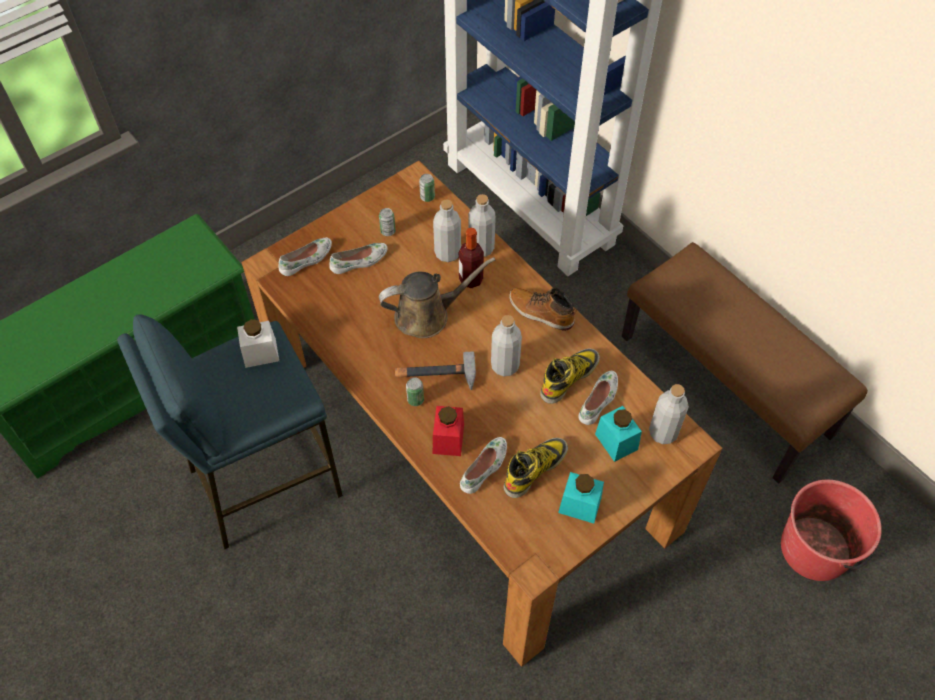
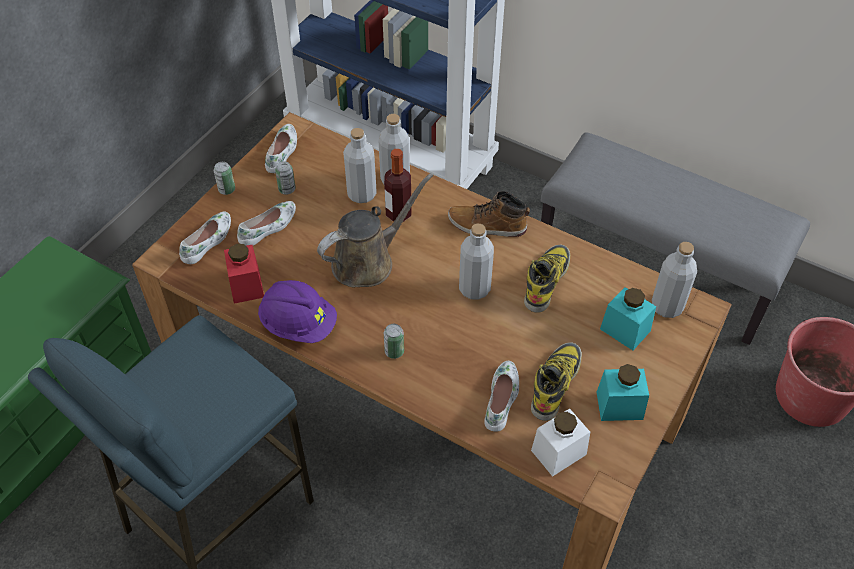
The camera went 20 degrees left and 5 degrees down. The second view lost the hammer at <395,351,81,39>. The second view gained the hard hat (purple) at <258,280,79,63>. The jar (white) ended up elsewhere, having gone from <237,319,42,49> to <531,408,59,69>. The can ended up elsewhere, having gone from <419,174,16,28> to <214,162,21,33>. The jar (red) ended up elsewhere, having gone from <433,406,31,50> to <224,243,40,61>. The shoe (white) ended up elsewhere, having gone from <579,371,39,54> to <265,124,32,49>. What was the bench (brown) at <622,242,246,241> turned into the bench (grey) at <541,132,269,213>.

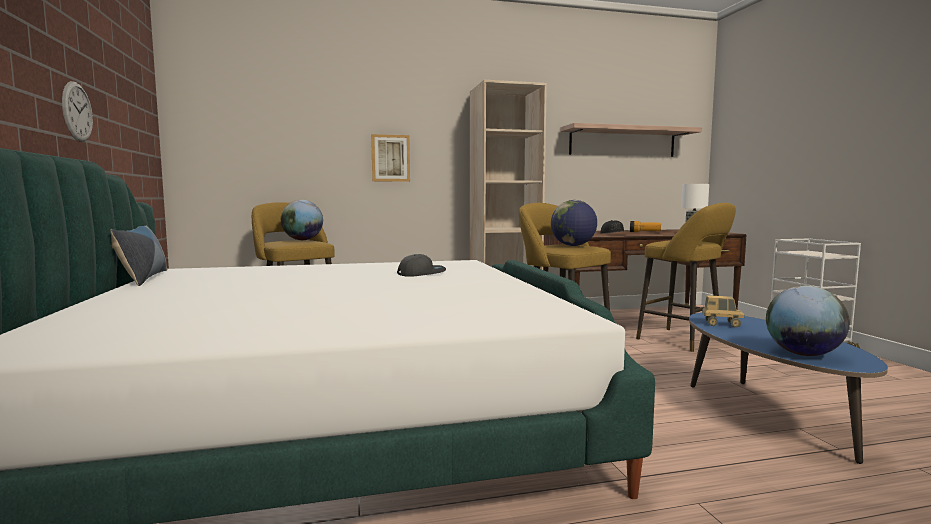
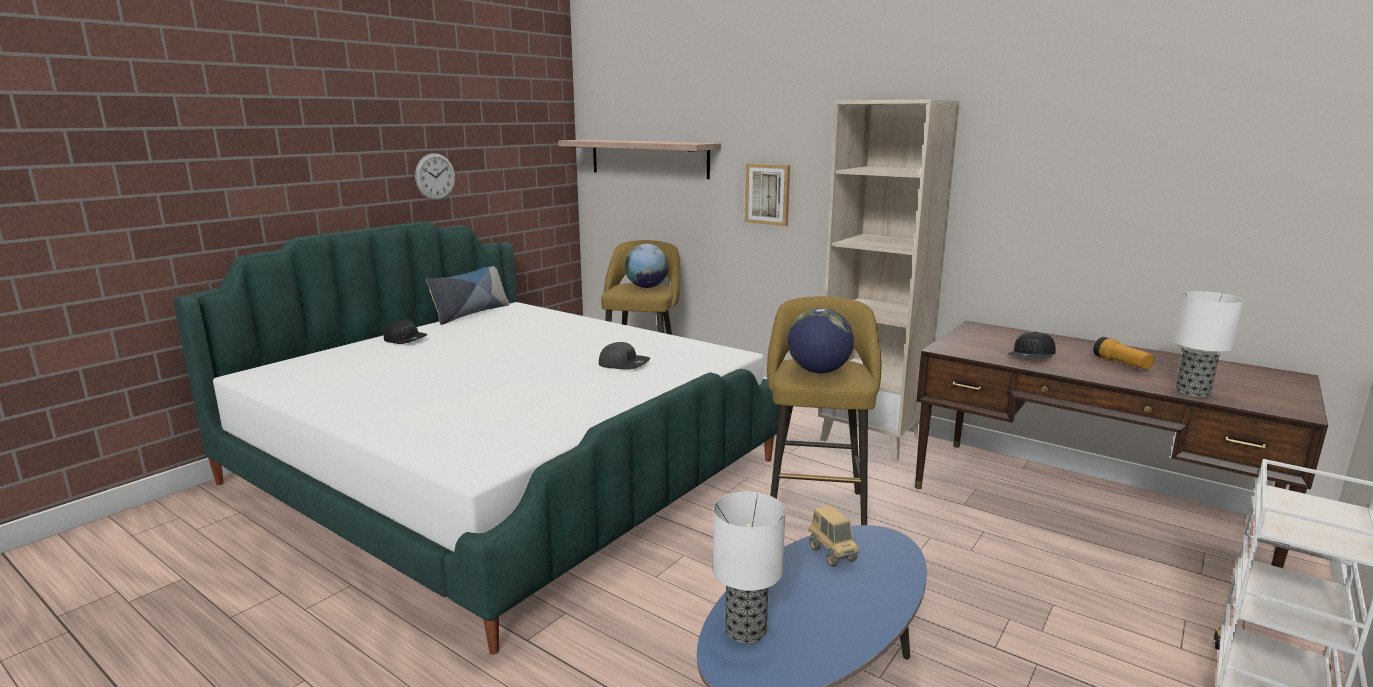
The camera went 50 degrees right and 10 degrees up. The second view lost the stool (yellow) at <636,203,100,149>. The second view gained the cap (black) at <384,320,43,24>. The shelf ended up elsewhere, having gone from <560,123,142,34> to <558,140,163,39>. Where the globe stood at <766,286,84,70>, the table lamp came to stand at <713,492,72,152>.

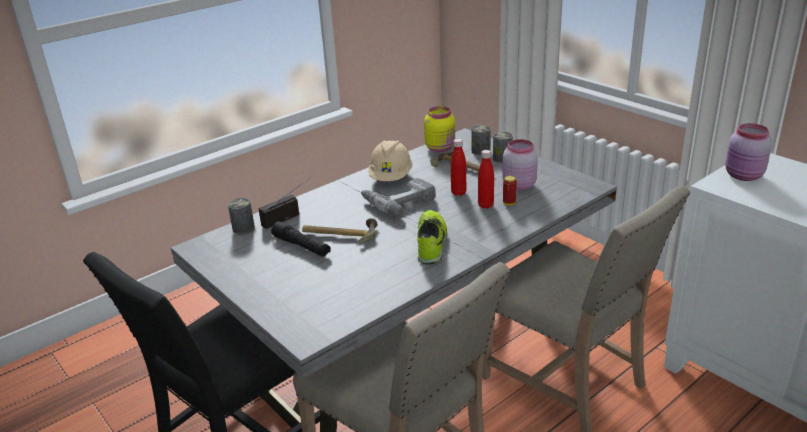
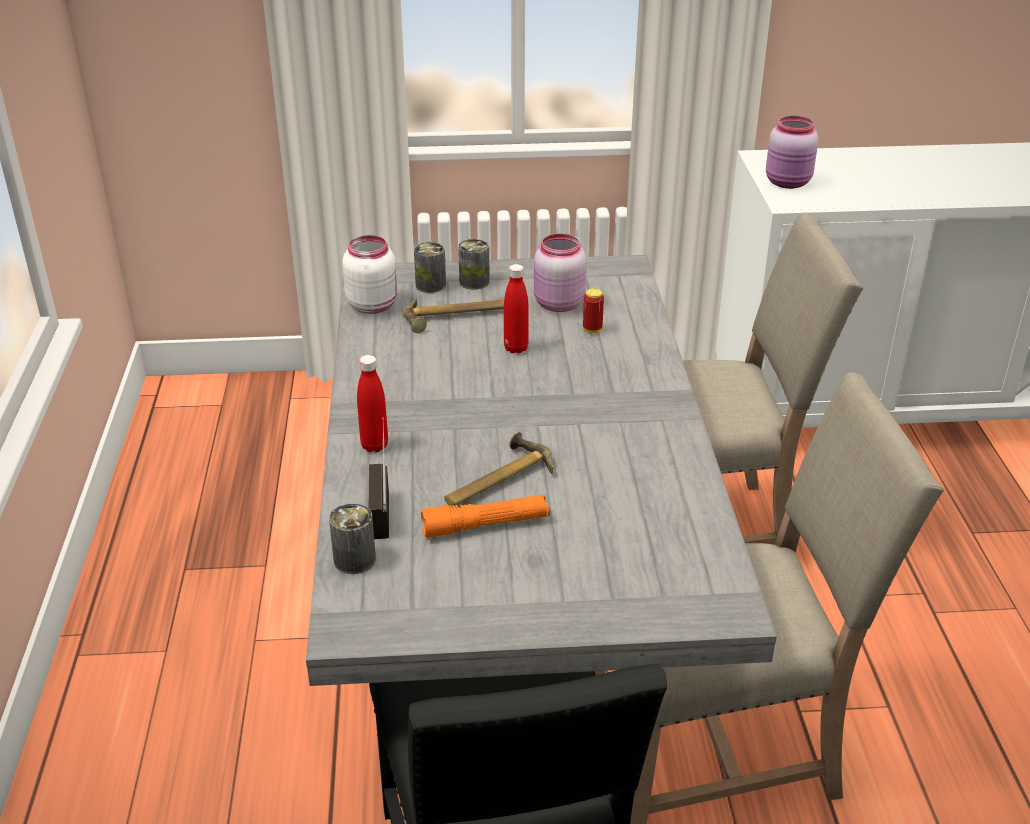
The camera went 55 degrees left and 5 degrees up. The second view lost the power drill at <361,178,75,39>. The second view lost the hard hat (beige) at <368,140,45,41>. The second view lost the shoe at <417,210,30,54>. The bottle (red) ended up elsewhere, having gone from <478,150,16,59> to <357,355,31,97>. What was the flashlight (black) at <271,221,60,36> turned into the flashlight (orange) at <421,495,129,43>. What was the jar (yellow) at <424,106,31,46> turned into the jar (white) at <342,235,55,79>.

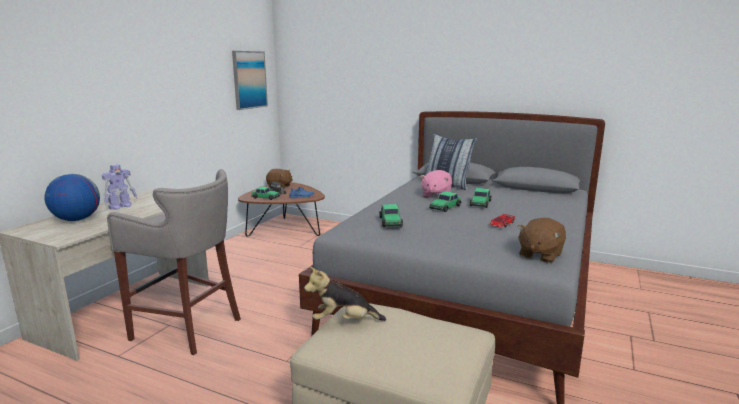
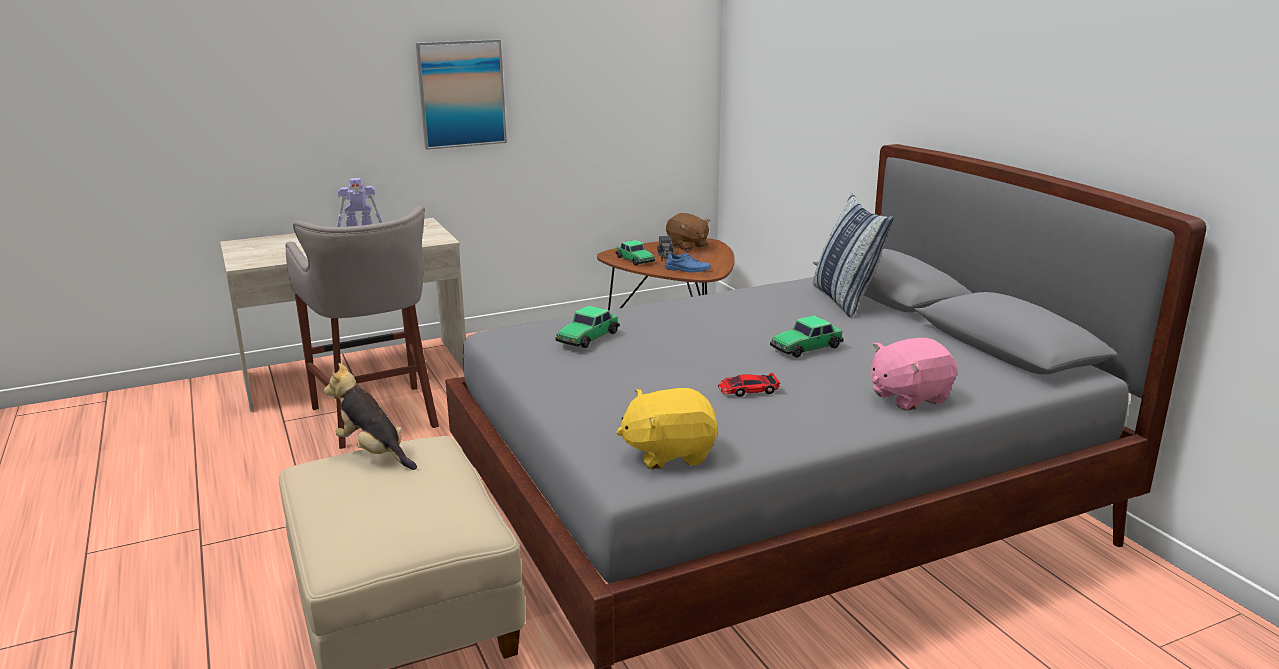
The camera went 40 degrees right and 5 degrees up. The second view lost the globe at <44,174,56,47>. The second view lost the toy car at <429,191,32,21>. The picture ended up elsewhere, having gone from <232,51,36,59> to <416,39,91,111>. The plush toy (pink) ended up elsewhere, having gone from <420,170,32,29> to <871,338,86,73>. What was the plush toy (brown) at <517,218,49,45> turned into the plush toy (yellow) at <616,388,101,81>.

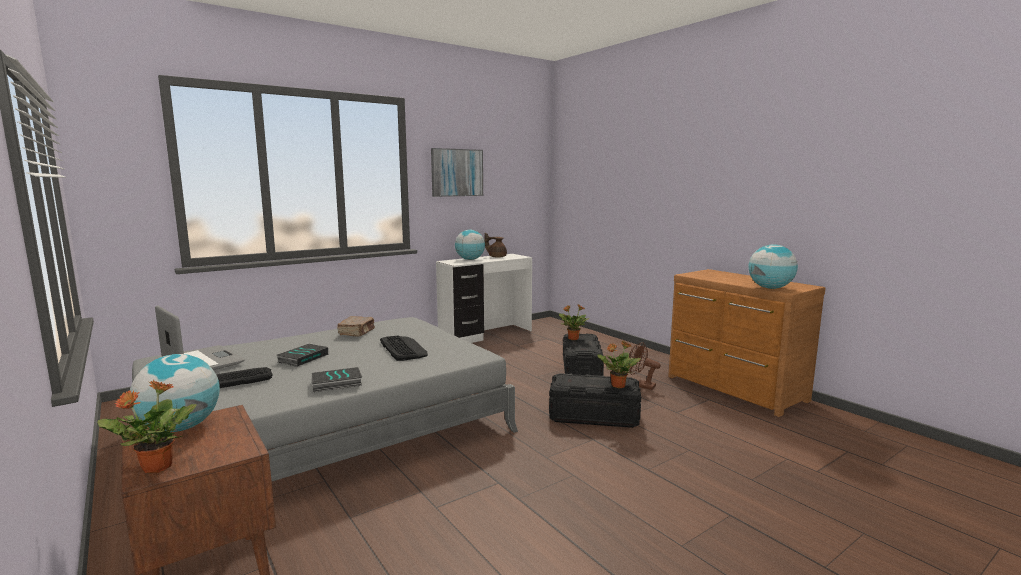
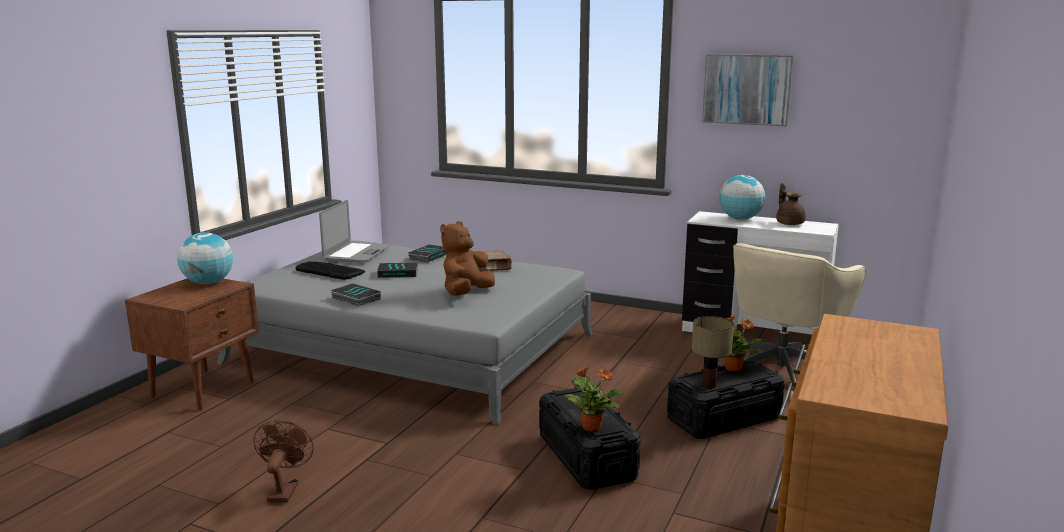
The camera went 60 degrees right and 5 degrees up. The second view lost the potted plant at <97,380,100,93>. The second view lost the globe at <749,244,49,45>. The second view gained the book at <408,244,39,18>. The second view gained the table lamp at <692,316,42,73>. The second view gained the office chair (beige) at <733,243,133,158>. The fan (brown) ended up elsewhere, having gone from <629,342,32,48> to <253,420,60,83>. Where the keyboard stood at <380,336,48,25>, the plush toy (brown) came to stand at <440,221,55,75>.

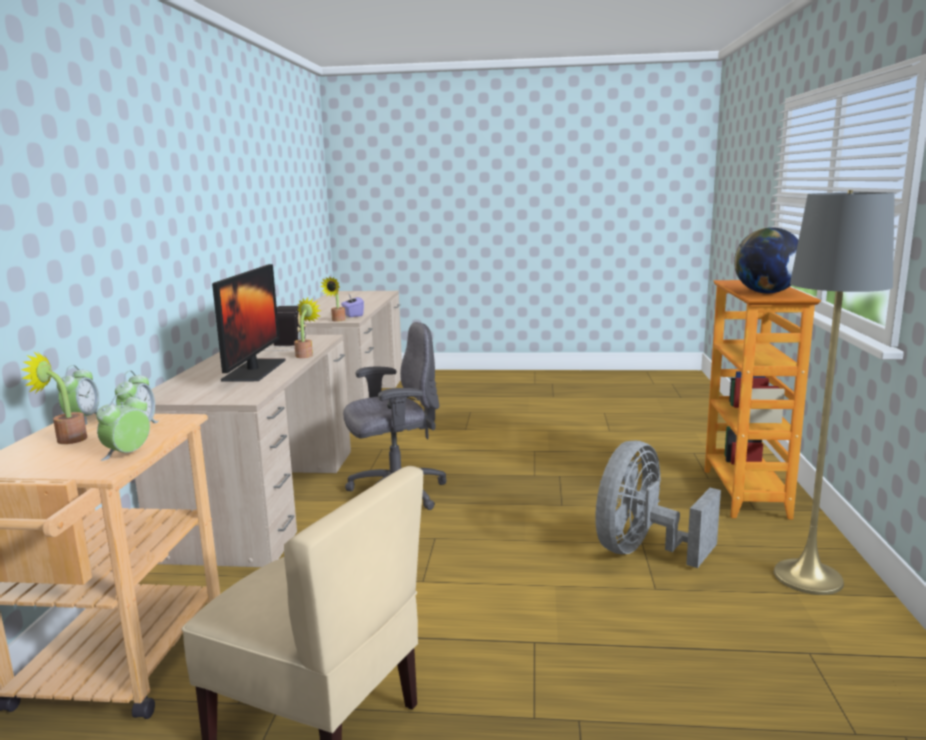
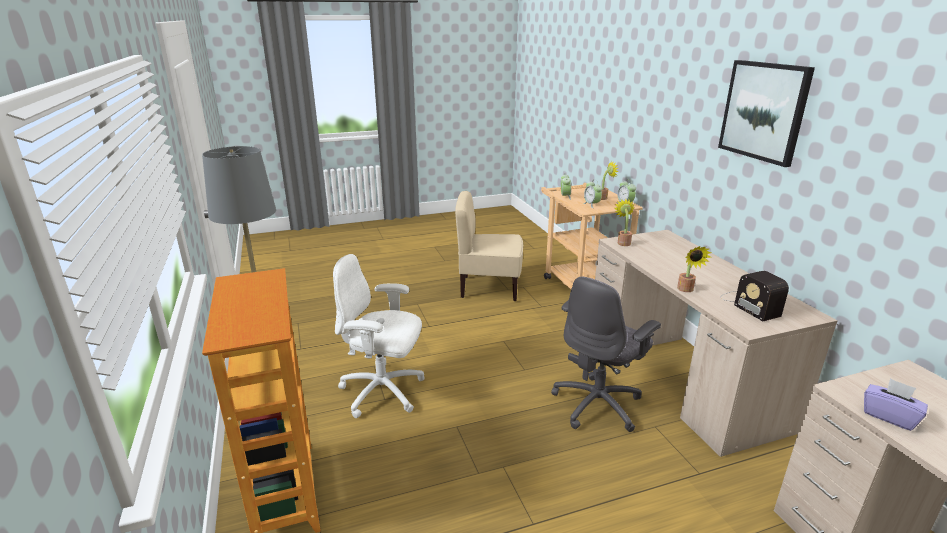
The camera went 155 degrees right and 10 degrees up. The second view lost the monitor at <212,264,74,117>. The second view lost the globe at <734,227,64,66>. The second view gained the picture at <718,60,97,107>. The potted plant ended up elsewhere, having gone from <320,276,26,46> to <614,199,21,47>. Where the fan (grey) stood at <595,441,126,127>, the office chair (white) came to stand at <333,254,92,164>.

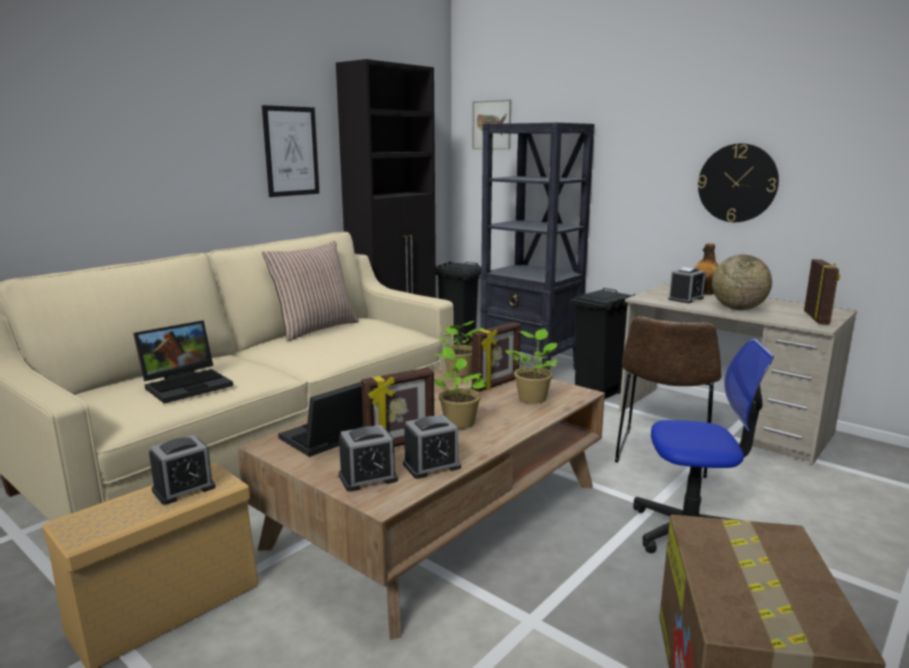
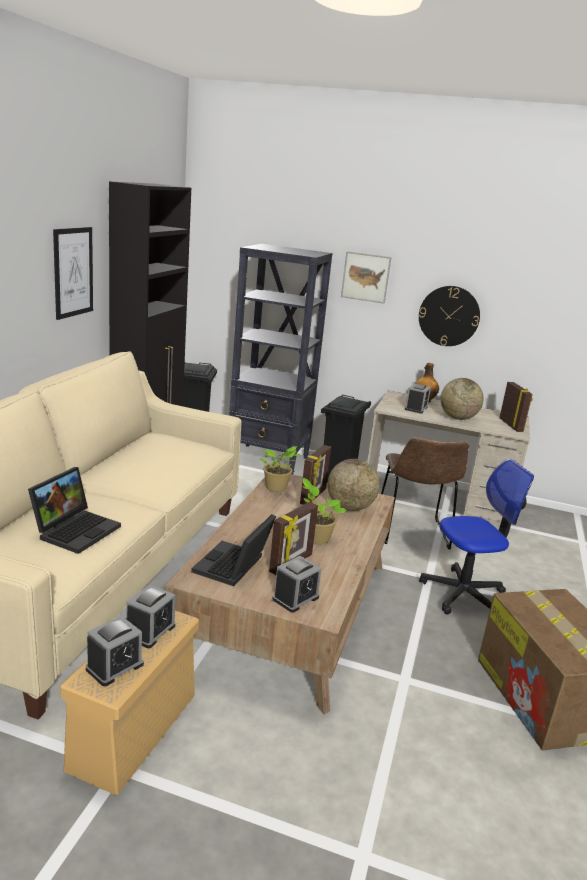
The camera went 25 degrees left and 5 degrees up. The second view lost the pillow at <262,241,97,101>. The alarm clock ended up elsewhere, having gone from <403,414,58,65> to <86,616,58,70>. The picture ended up elsewhere, having gone from <472,99,39,51> to <341,251,51,52>. Where the potted plant stood at <505,329,53,75>, the globe came to stand at <328,459,52,52>.

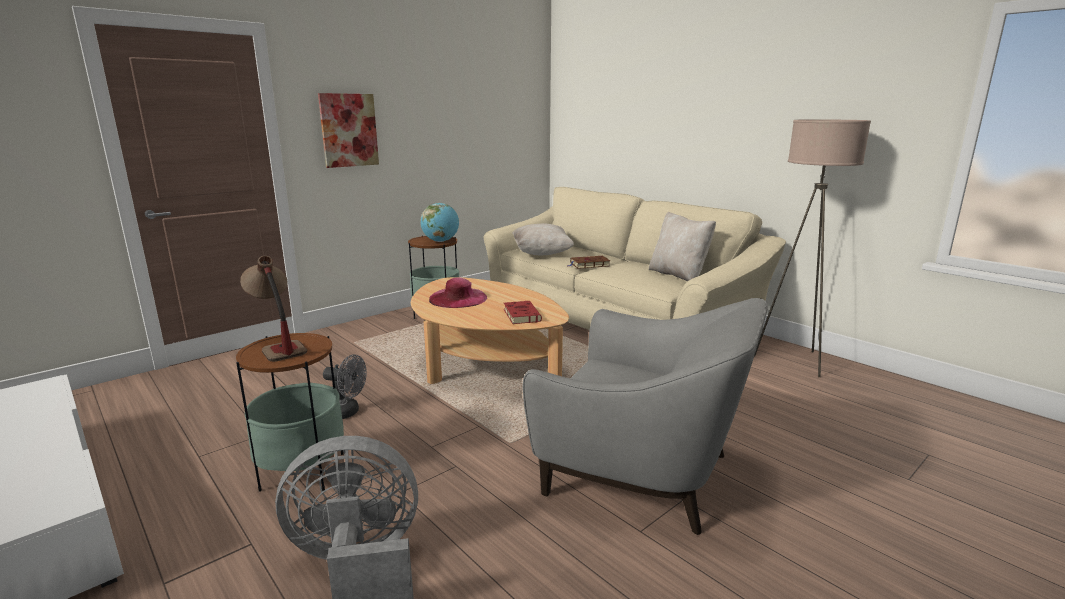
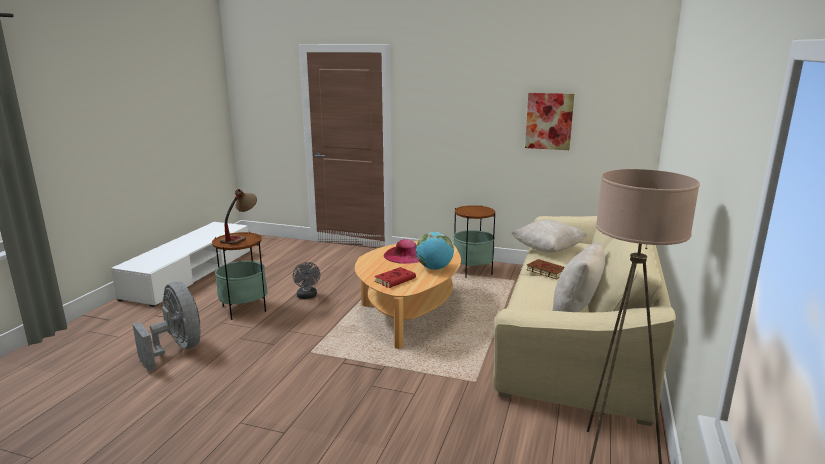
The camera went 60 degrees right and 0 degrees up. The second view lost the armchair (grey) at <522,298,246,237>. The picture ended up elsewhere, having gone from <318,93,61,75> to <525,93,49,57>. The globe ended up elsewhere, having gone from <420,203,39,39> to <416,232,38,38>.

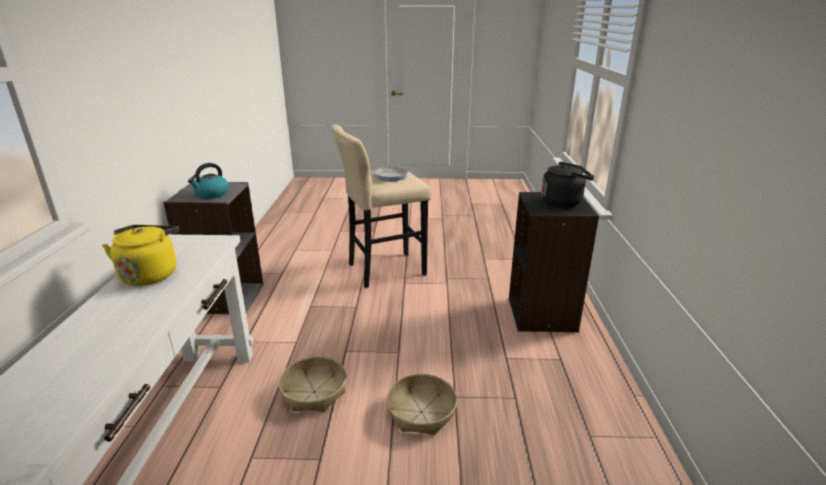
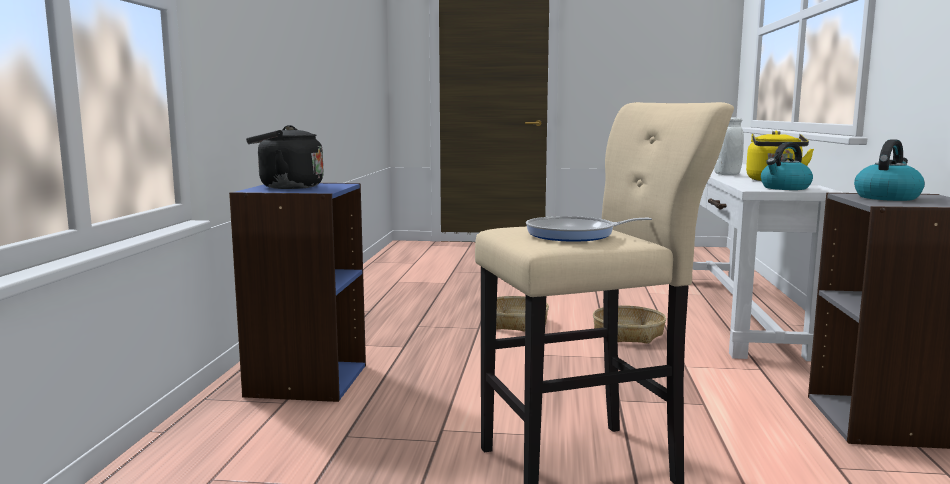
The camera went 175 degrees left and 15 degrees down. The second view gained the vase (white) at <714,118,30,57>. The second view gained the kettle at <761,142,52,48>. What was the bookcase (black) at <509,192,90,140> turned into the bookcase (blue) at <229,183,137,219>.

